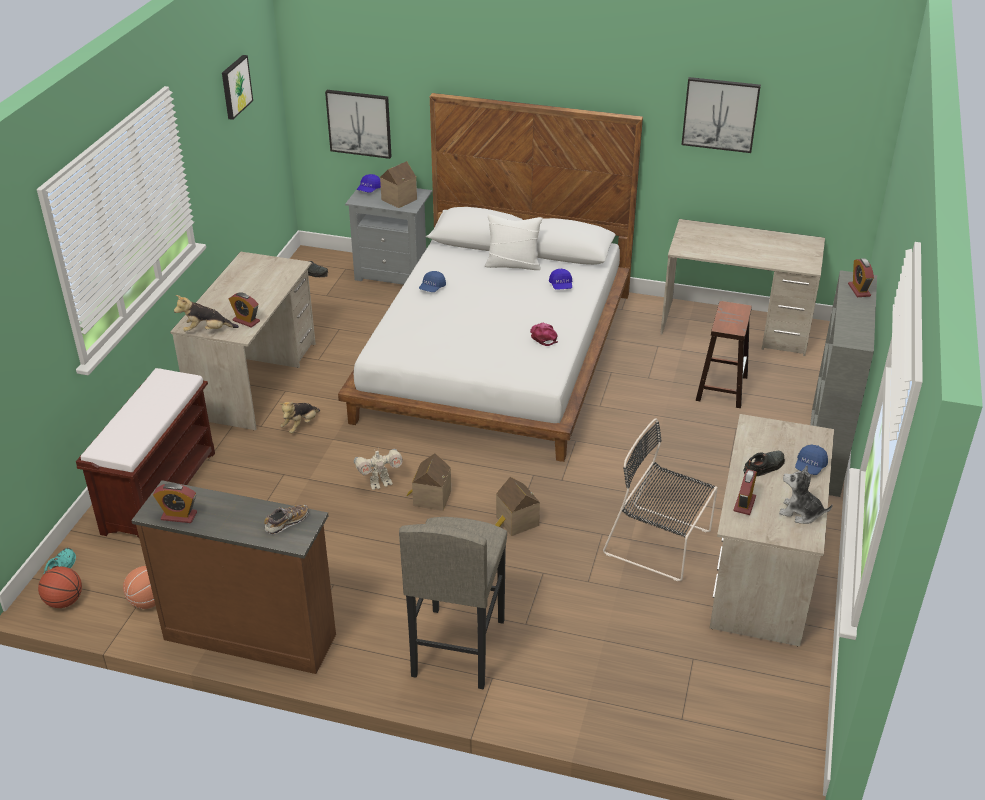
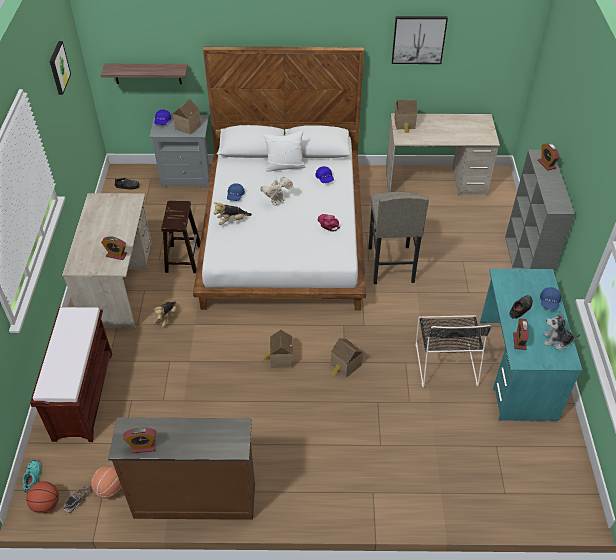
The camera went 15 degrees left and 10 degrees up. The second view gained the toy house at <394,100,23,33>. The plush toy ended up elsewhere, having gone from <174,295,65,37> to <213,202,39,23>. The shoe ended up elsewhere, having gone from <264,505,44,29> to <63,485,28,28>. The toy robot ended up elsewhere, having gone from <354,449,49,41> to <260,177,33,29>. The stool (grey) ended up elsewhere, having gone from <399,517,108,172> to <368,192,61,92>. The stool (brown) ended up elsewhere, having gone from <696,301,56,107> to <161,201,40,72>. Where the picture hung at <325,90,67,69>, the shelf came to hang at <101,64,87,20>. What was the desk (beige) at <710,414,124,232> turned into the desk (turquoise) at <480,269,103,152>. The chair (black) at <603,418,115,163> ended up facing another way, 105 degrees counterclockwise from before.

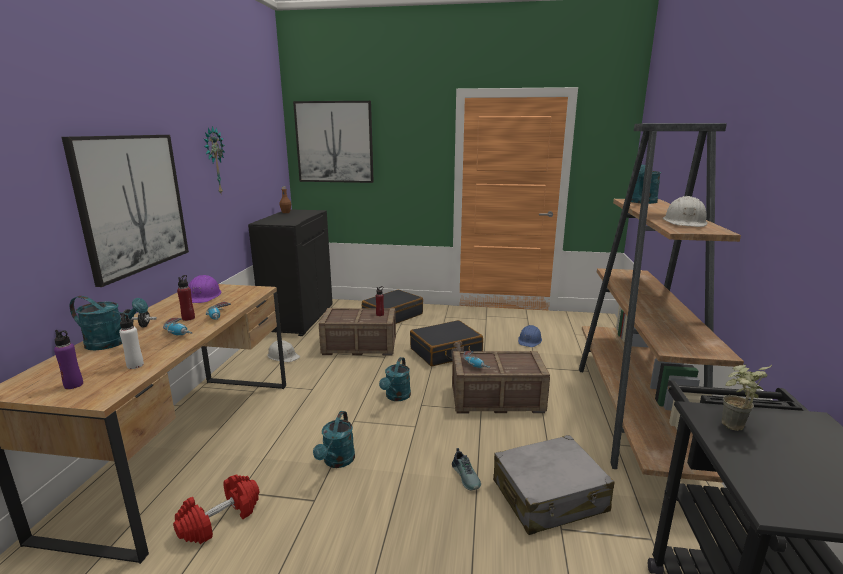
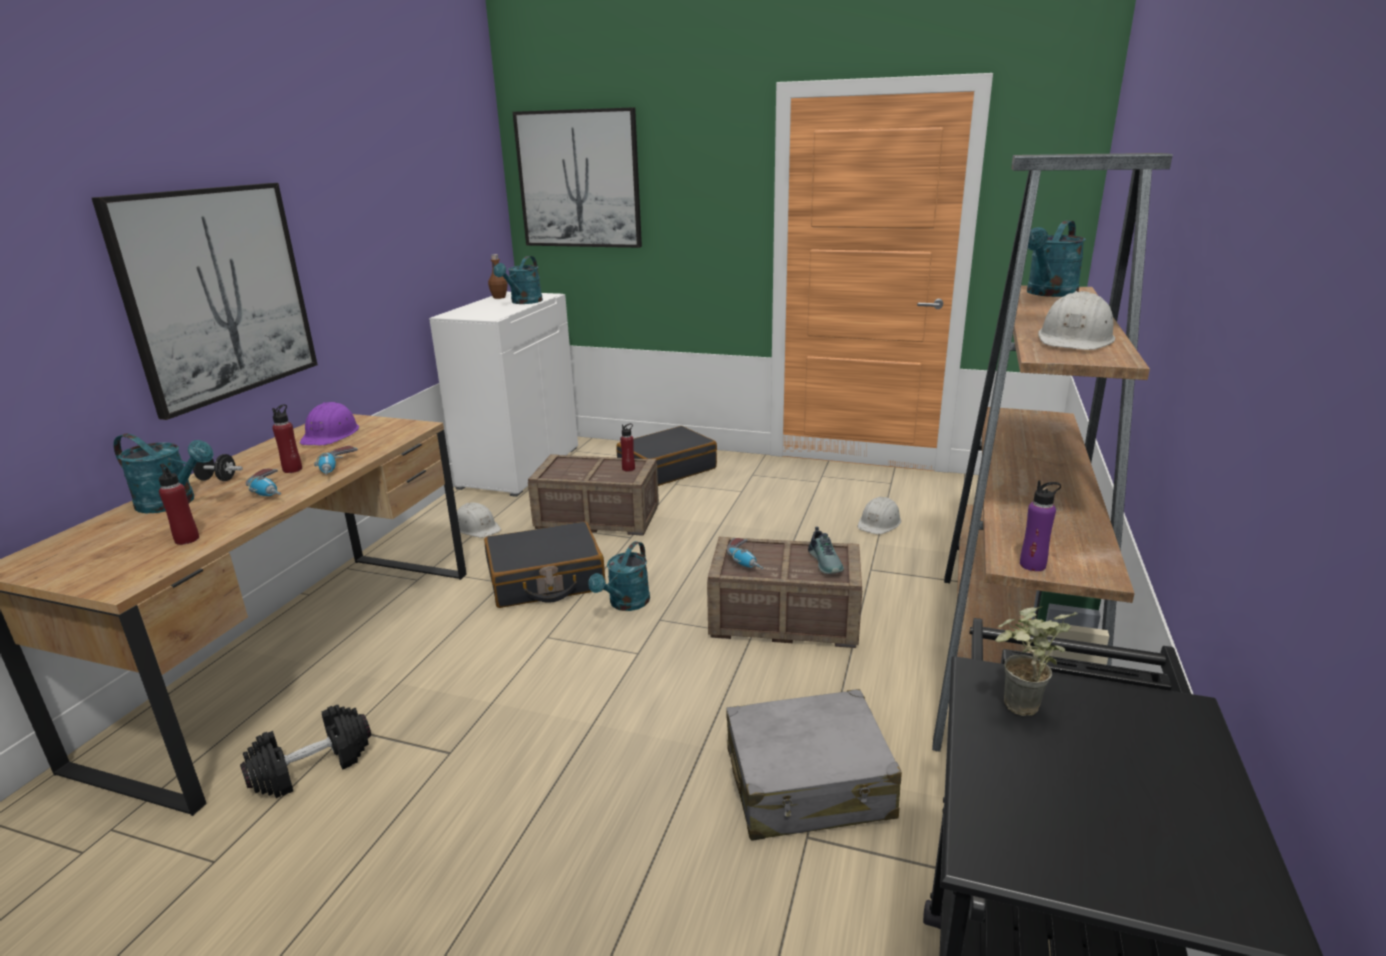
The camera went 10 degrees right and 5 degrees up. The second view lost the wall clock at <204,126,21,67>. The bottle (purple) ended up elsewhere, having gone from <54,330,29,59> to <1020,480,41,91>. The watering can (turquoise) ended up elsewhere, having gone from <313,411,42,57> to <493,256,50,48>. The suitcase (black) ended up elsewhere, having gone from <410,320,73,46> to <484,521,122,87>. The shoe ended up elsewhere, having gone from <452,448,29,43> to <808,527,36,47>. What was the bottle (white) at <119,313,25,56> turned into the bottle (red) at <159,464,40,81>. What was the dumbbell (red) at <173,474,86,70> turned into the dumbbell (black) at <240,705,131,93>. What was the cabinet (black) at <248,210,85,126> turned into the cabinet (white) at <429,292,149,205>. What was the hard hat (blue) at <518,325,24,22> turned into the hard hat (white) at <858,497,43,38>.

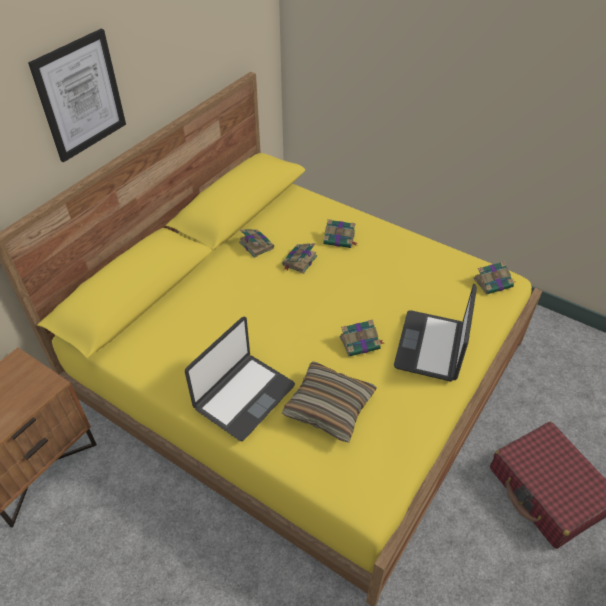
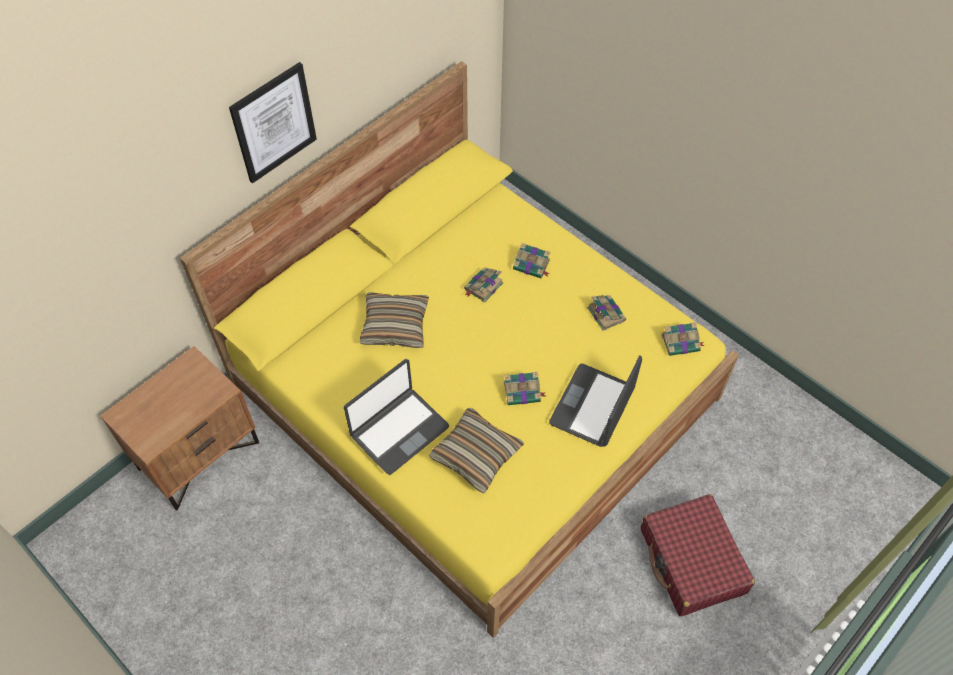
The camera went 10 degrees right and 10 degrees up. The second view gained the pillow at <360,292,69,56>. The book ended up elsewhere, having gone from <239,229,35,29> to <587,295,39,36>.

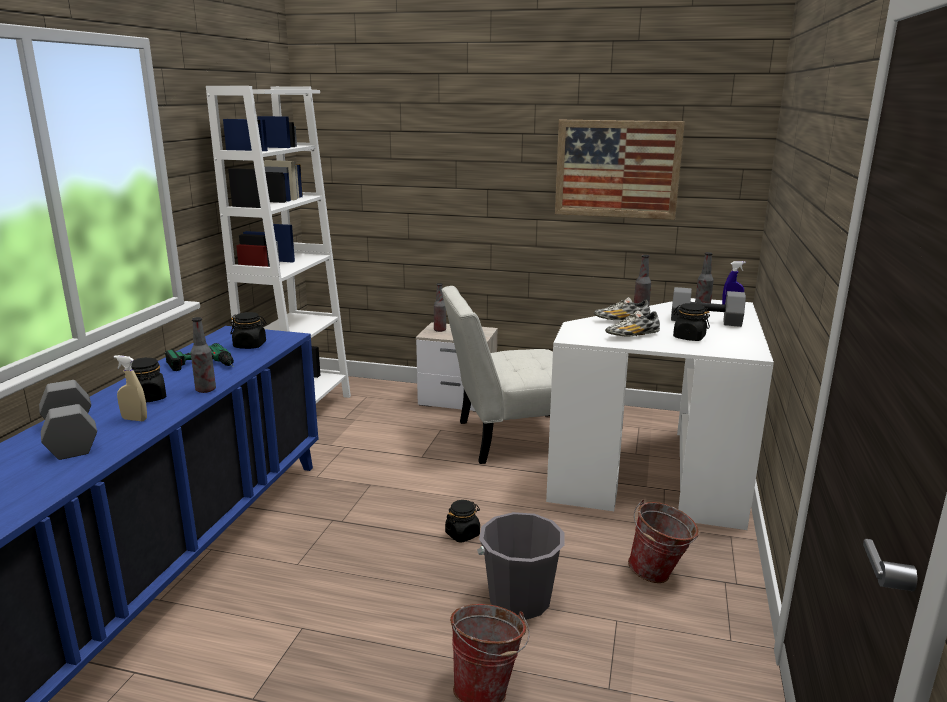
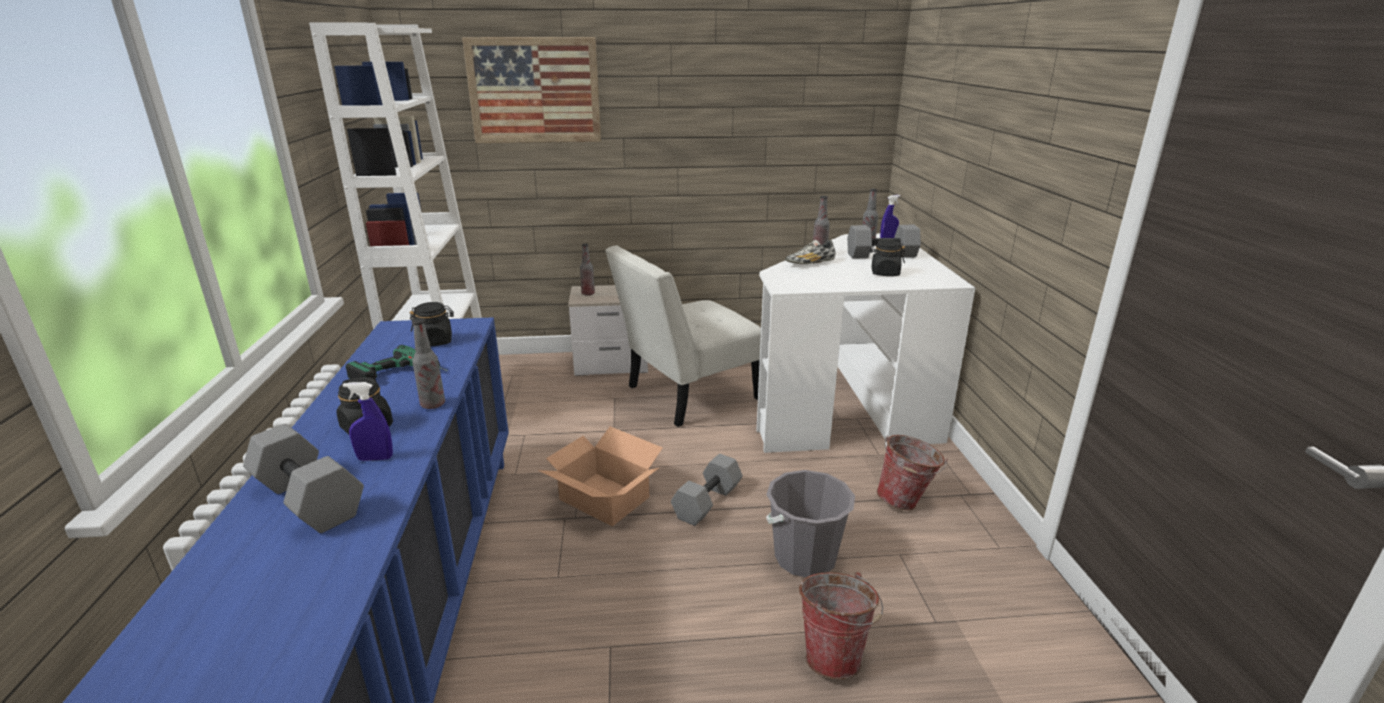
The camera went 20 degrees left and 5 degrees up. The second view lost the shoe at <605,310,55,27>. The second view gained the cardboard box at <538,427,125,99>. The picture ended up elsewhere, having gone from <555,120,130,100> to <462,37,139,106>. Where the jar (black) stood at <445,500,35,43>, the dumbbell (grey) came to stand at <671,454,72,72>. What was the spray bottle (beige) at <114,355,33,66> turned into the spray bottle (blue) at <343,382,50,79>.

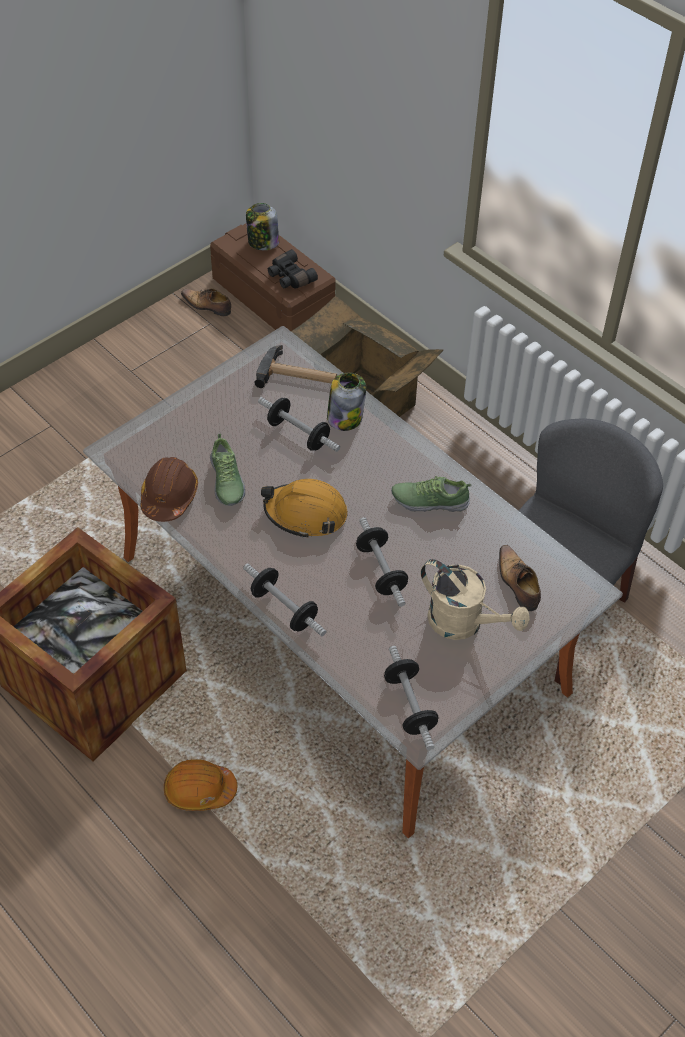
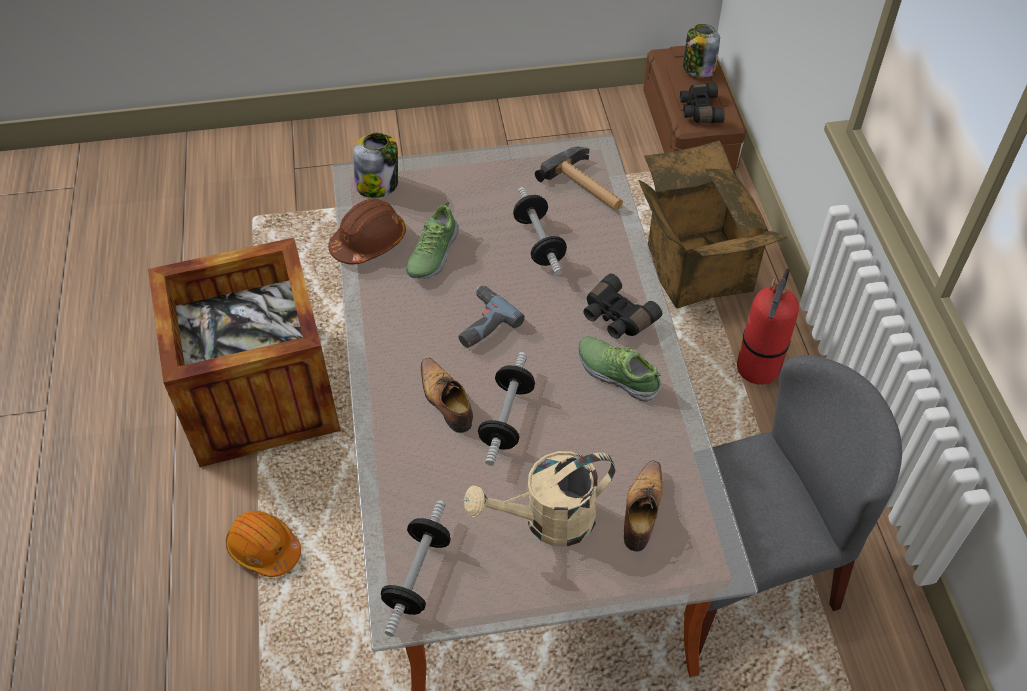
The camera went 35 degrees right and 0 degrees up. The second view lost the dumbbell at <243,563,83,74>. The second view gained the binoculars (black) at <583,274,79,65>. The second view gained the fire extinguisher at <737,269,62,116>. The shoe ended up elsewhere, having gone from <181,288,50,28> to <421,358,52,75>. The jar ended up elsewhere, having gone from <327,372,39,59> to <354,133,44,65>. Where the hard hat (orange) stood at <261,479,87,59>, the power drill came to stand at <459,286,66,62>. The watering can (beige) at <421,559,109,81> ended up facing another way, 90 degrees clockwise from before.

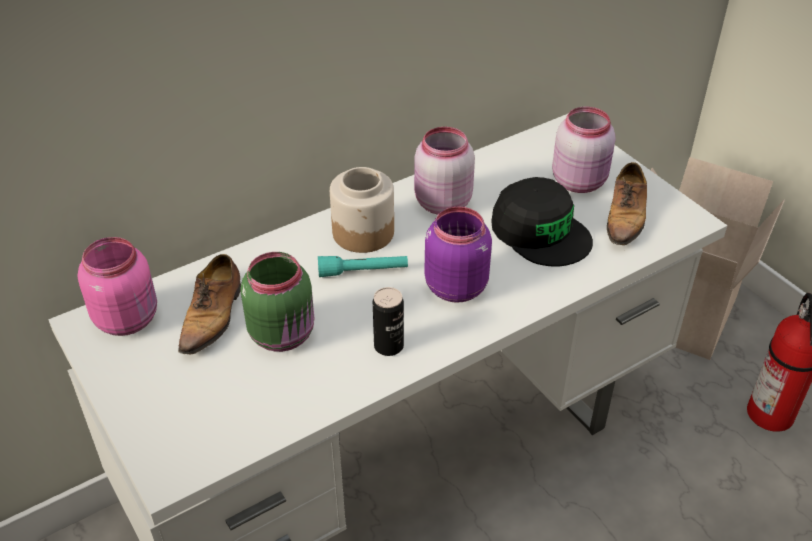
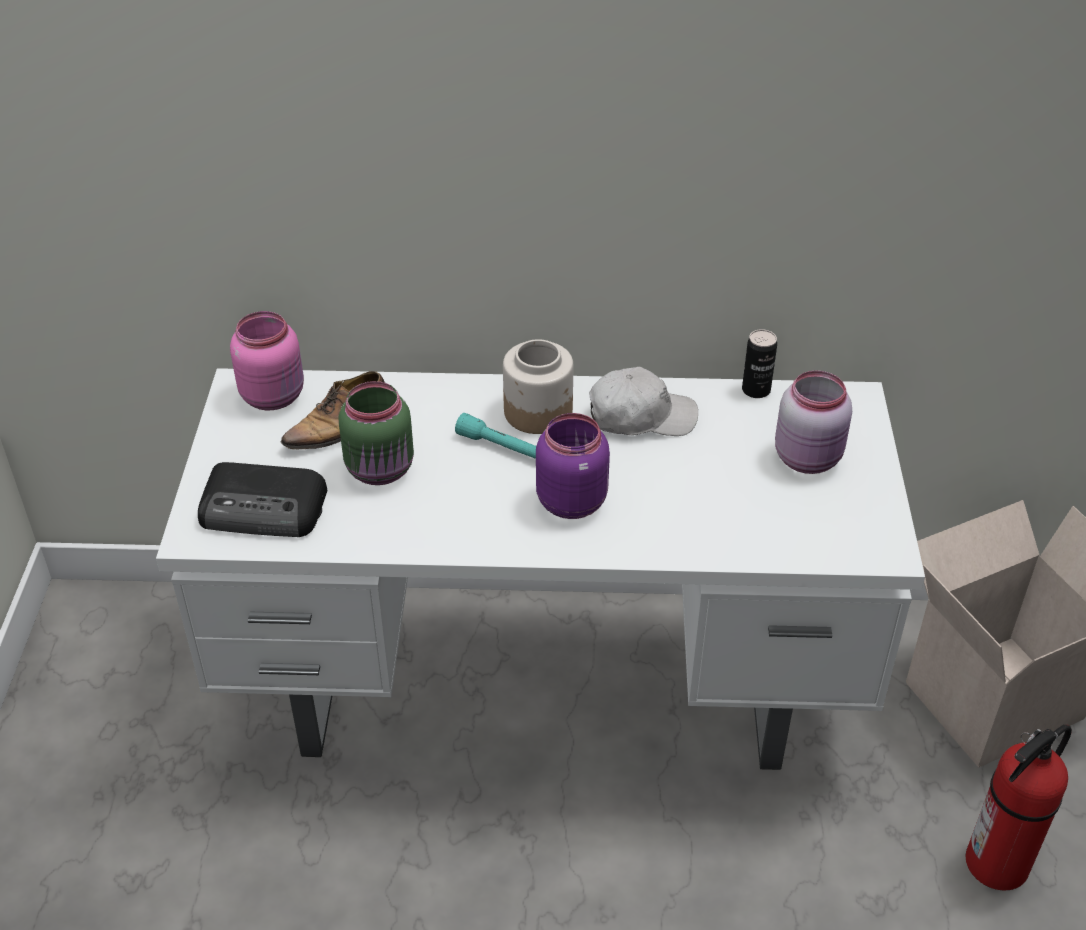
The camera went 35 degrees right and 0 degrees up. The second view lost the cap (black) at <491,177,102,90>. The second view lost the shoe at <607,162,40,89>. The second view gained the radio at <198,462,129,75>. The can ended up elsewhere, having gone from <373,287,31,69> to <742,329,35,69>. Where the jar (pink) stood at <414,127,61,88>, the cap (white) came to stand at <589,367,109,69>.

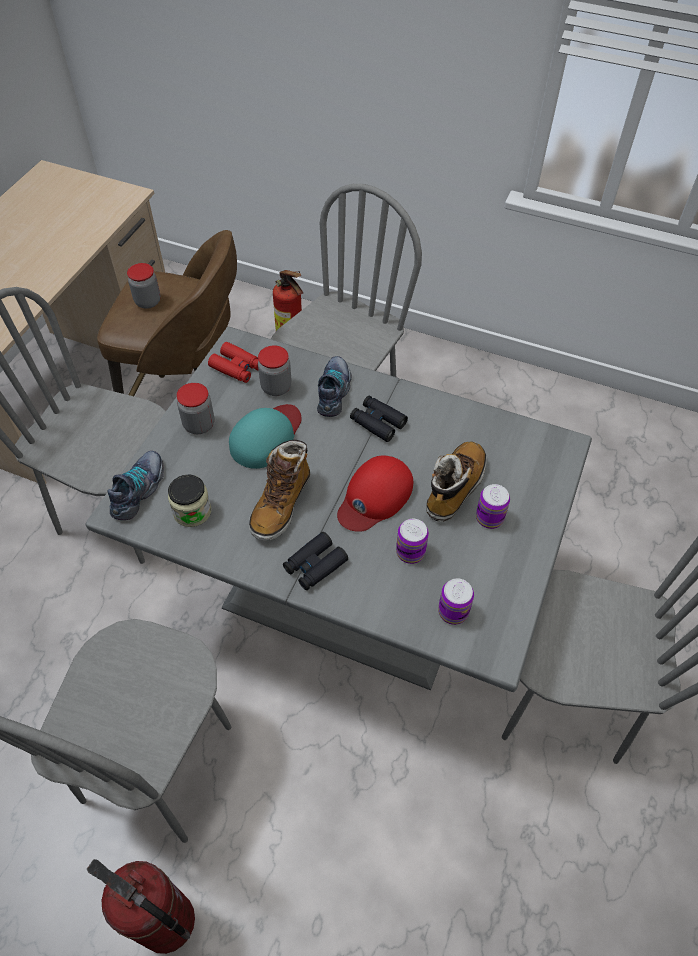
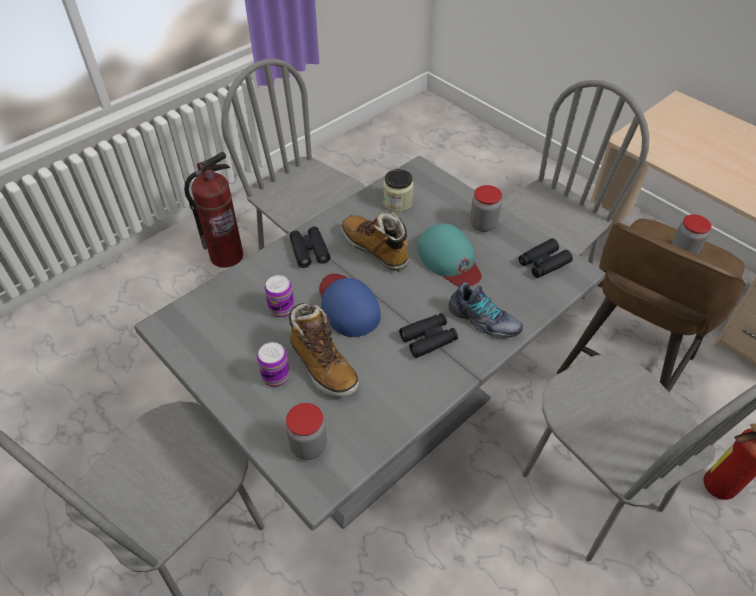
The camera went 115 degrees right and 5 degrees down. The second view lost the shoe at <108,451,56,69>. The second view lost the can at <438,578,36,47>. The jar ended up elsewhere, having gone from <258,346,34,50> to <286,403,41,57>. What was the binoculars (red) at <208,342,51,41> turned into the binoculars (black) at <518,238,55,40>. What was the cap (red) at <337,456,76,76> turned into the cap (blue) at <319,274,62,63>.

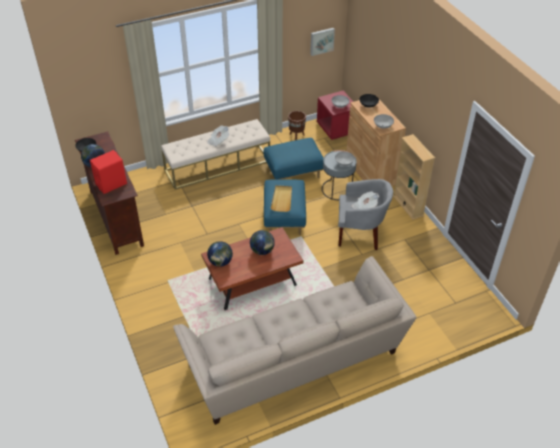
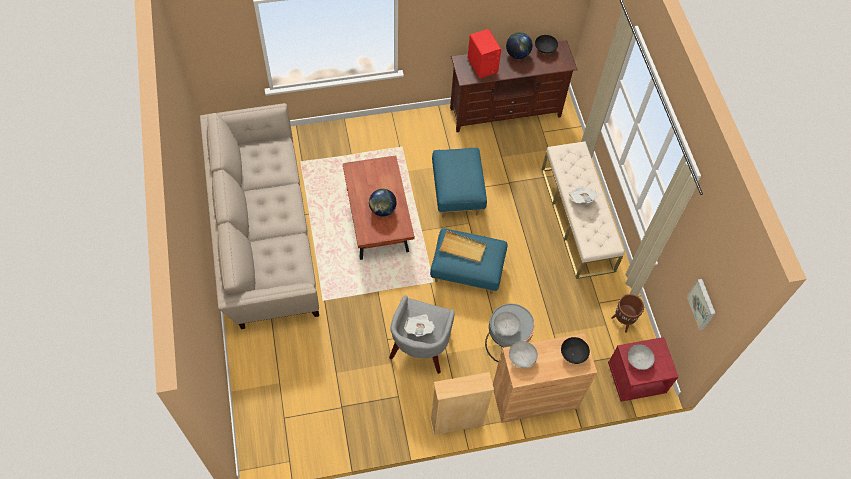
The camera went 100 degrees right and 15 degrees up. The second view lost the globe at <207,241,26,26>. The ottoman (blue) ended up elsewhere, having gone from <264,138,60,42> to <432,148,55,70>.

